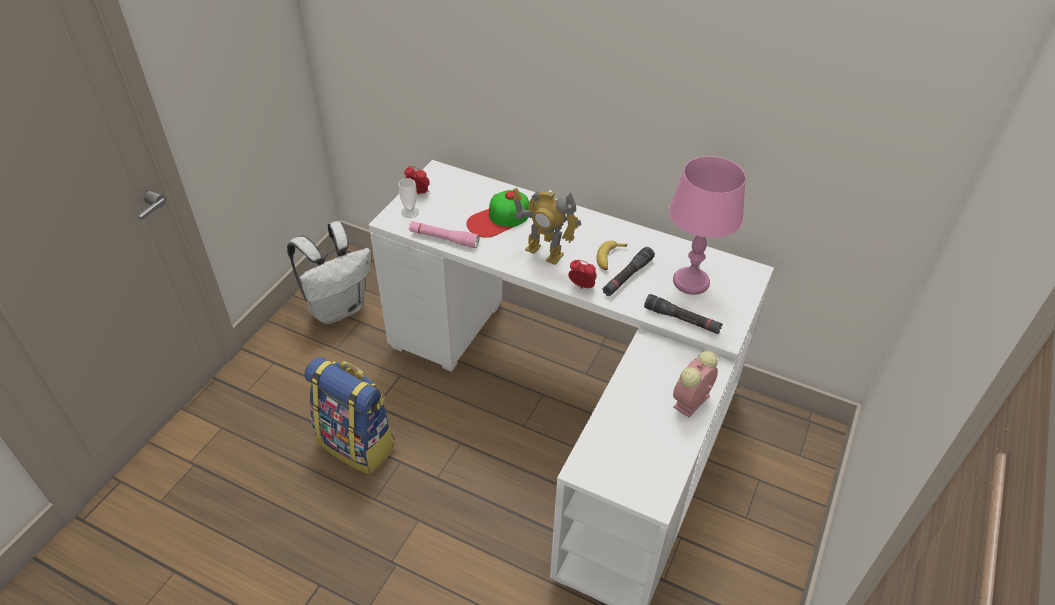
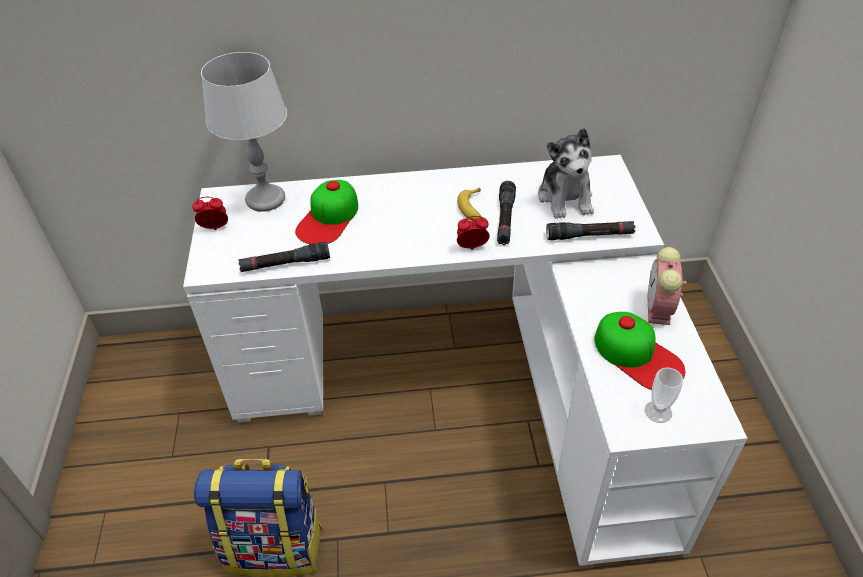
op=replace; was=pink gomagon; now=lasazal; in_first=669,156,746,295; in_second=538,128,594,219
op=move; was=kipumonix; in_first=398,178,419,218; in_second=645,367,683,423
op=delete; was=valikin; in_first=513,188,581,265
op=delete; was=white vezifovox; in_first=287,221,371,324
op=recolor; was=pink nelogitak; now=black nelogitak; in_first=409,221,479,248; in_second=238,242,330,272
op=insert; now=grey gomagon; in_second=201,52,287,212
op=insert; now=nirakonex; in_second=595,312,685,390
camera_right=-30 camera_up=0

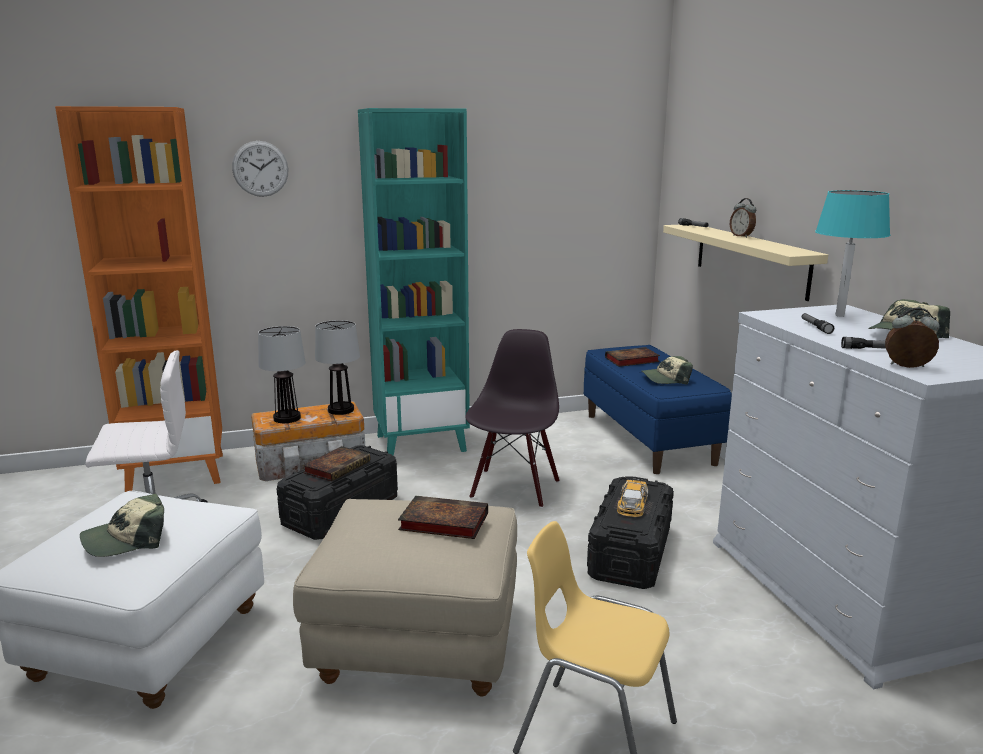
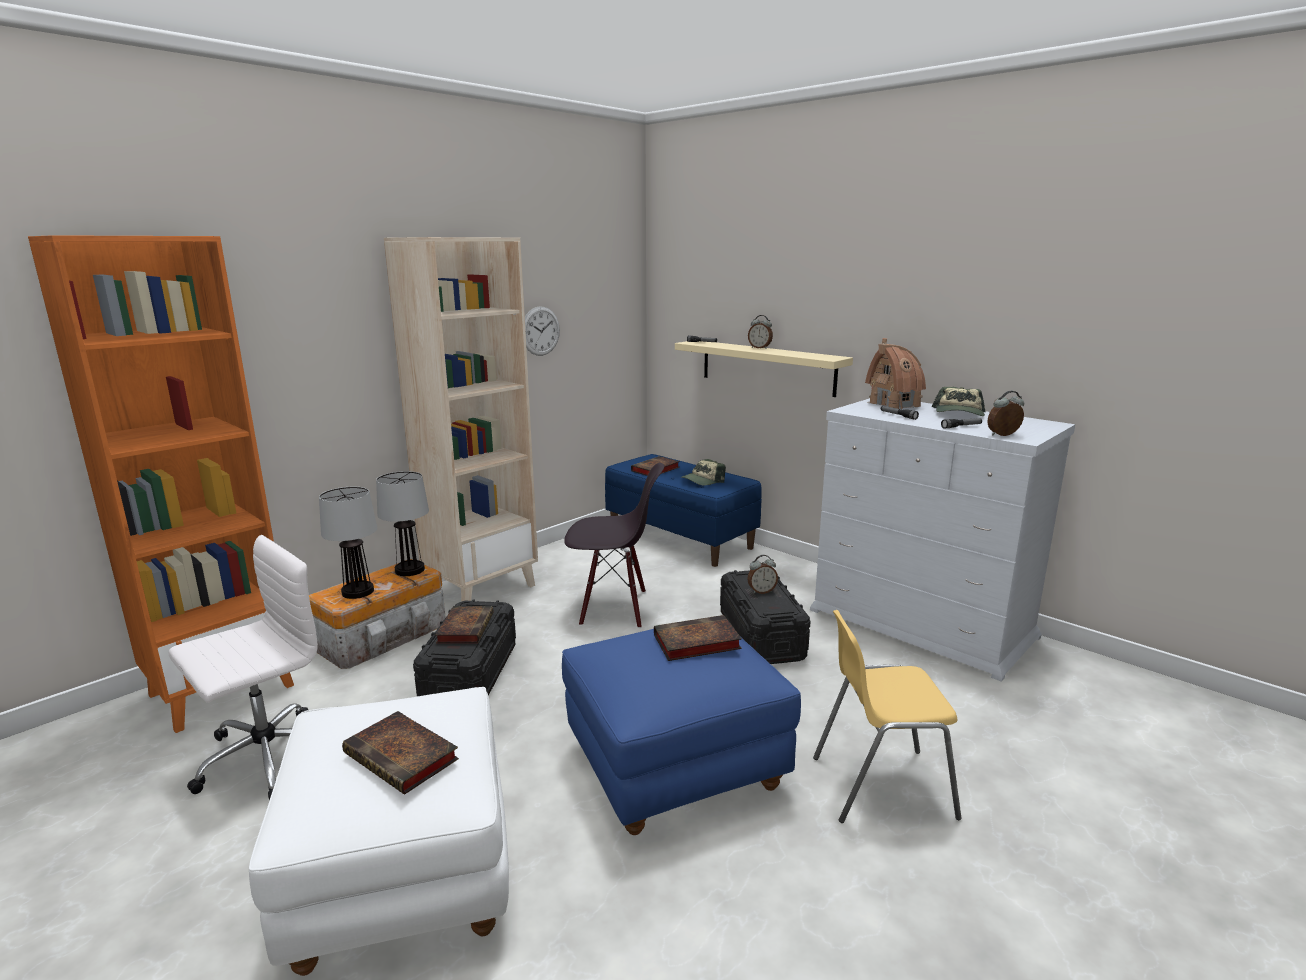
op=recolor; was=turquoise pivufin; now=beige pivufin; in_first=358,108,470,456; in_second=384,237,538,602
op=move; was=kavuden; in_first=232,141,289,197; in_second=525,306,560,356
op=replace; was=turquoise gomagon; now=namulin; in_first=815,190,890,317; in_second=865,338,926,409
op=rotate; was=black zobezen; in_first=466,329,560,508; in_second=564,463,664,628; clockwise=105
op=replace; was=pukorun; now=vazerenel; in_first=617,476,648,517; in_second=747,555,778,594
op=replace; was=nirakonex; now=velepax; in_first=80,494,164,557; in_second=342,711,459,795
op=recolor; was=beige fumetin; now=blue fumetin; in_first=293,499,517,696; in_second=562,629,801,835
camera_right=-30 camera_up=0

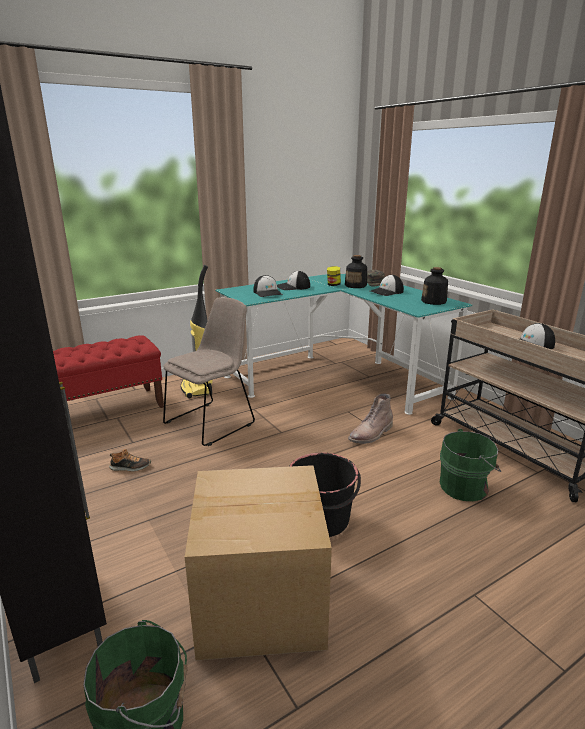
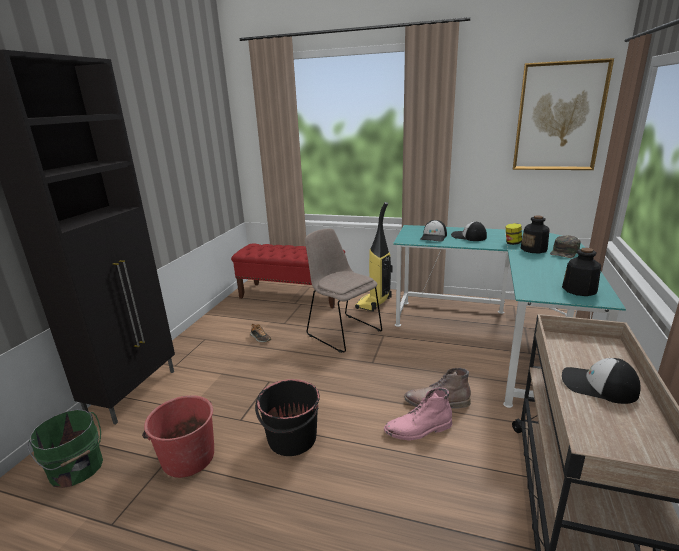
op=delete; was=nirakonex; in_first=370,275,404,296
op=rotate; was=beige zobezen; in_first=163,297,255,446; in_second=305,229,382,353; clockwise=-135
op=delete; was=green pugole; in_first=440,429,501,501
op=replace; was=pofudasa; now=red pugole; in_first=185,465,332,661; in_second=142,395,214,478
op=insert; now=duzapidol; in_second=513,58,614,170
op=insert; now=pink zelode; in_second=384,387,452,440
camera_right=50 camera_up=0

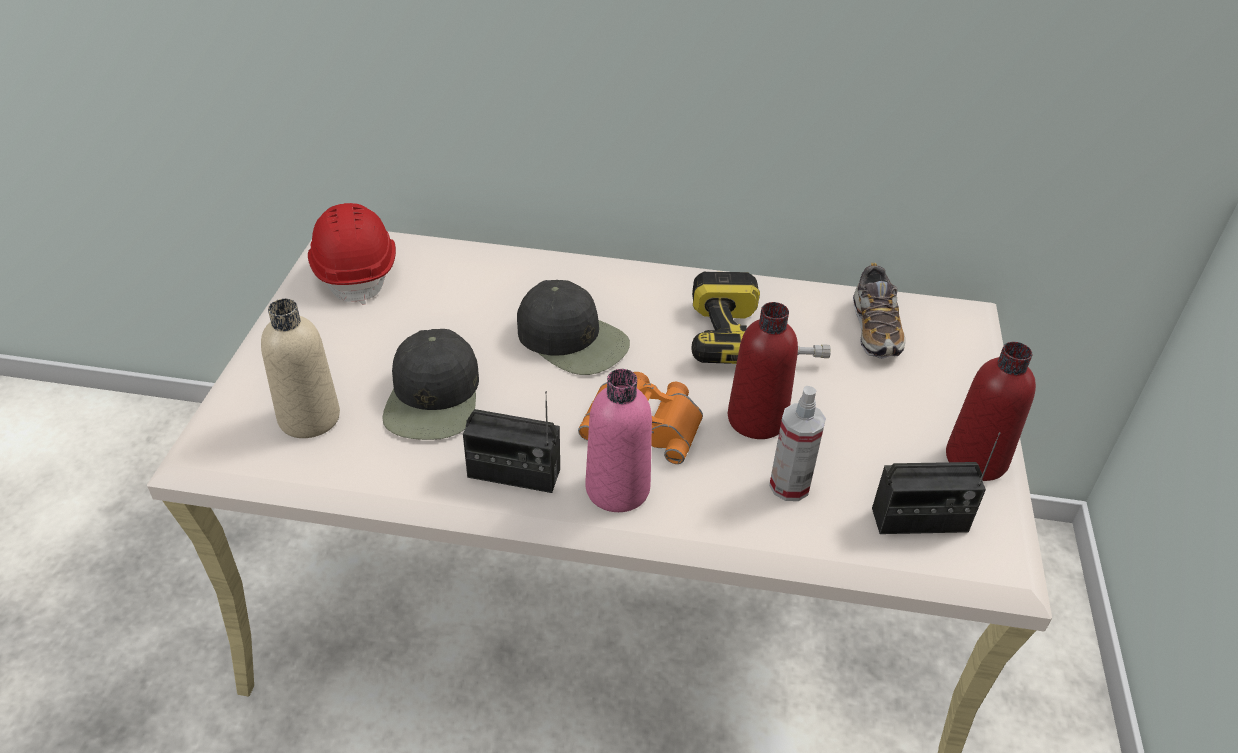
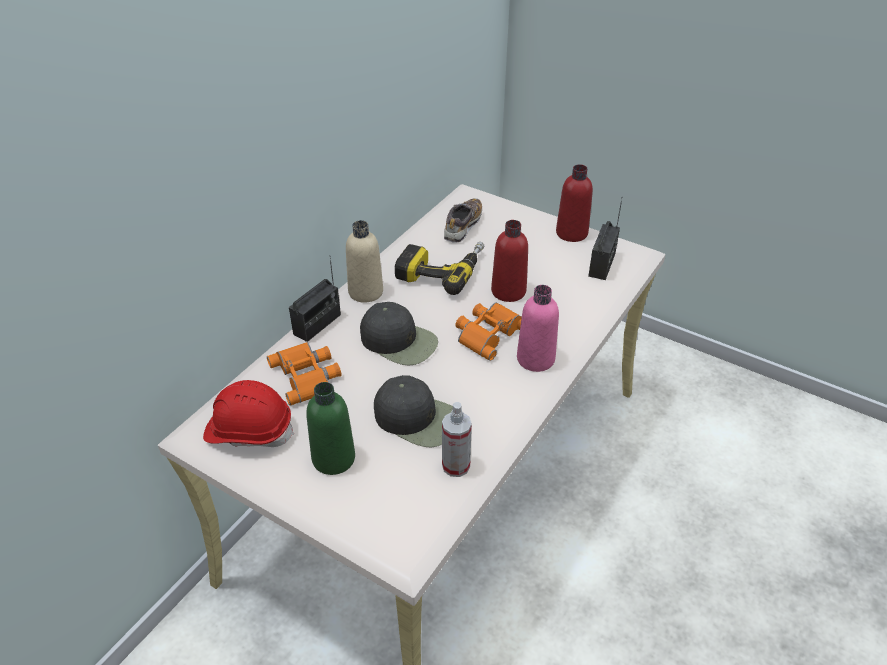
op=rotate; was=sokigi; in_first=853,263,905,359; in_second=444,198,482,243; clockwise=-90
op=rotate; was=black nirakonex; in_first=517,280,630,375; in_second=360,302,438,366; clockwise=60
op=move; was=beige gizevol; in_first=261,299,340,438; in_second=346,220,383,303
op=move; was=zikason; in_first=769,386,826,501; in_second=442,402,472,477
op=move; was=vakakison; in_first=463,391,560,493; in_second=289,255,341,342
op=insert; now=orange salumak; in_second=267,342,342,406
op=insert; now=green gizevol; in_second=306,382,355,475
camera_right=-65 camera_up=0

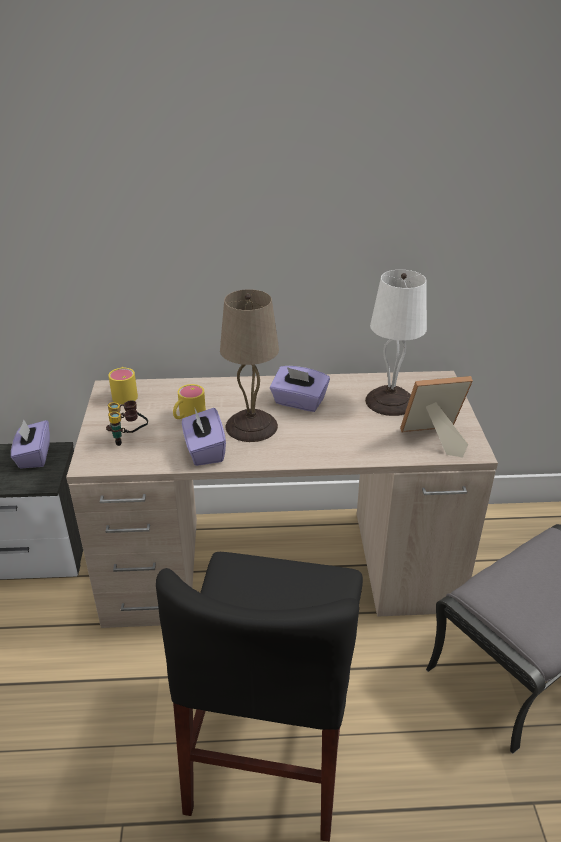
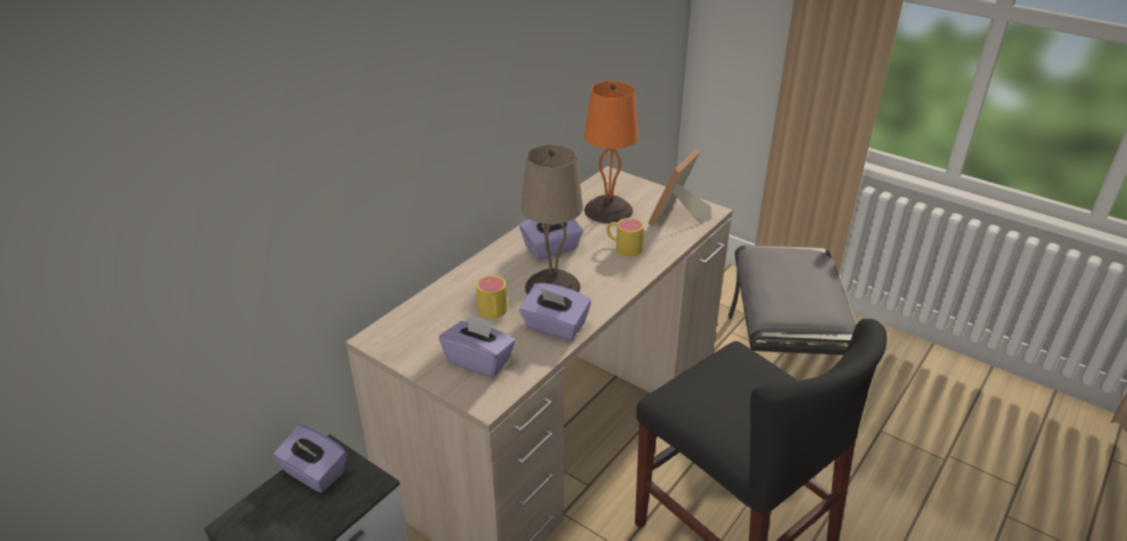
op=recolor; was=white gomagon; now=orange gomagon; in_first=365,270,427,416; in_second=584,81,638,223
op=move; was=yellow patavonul; in_first=108,367,138,404; in_second=606,218,644,257
op=replace; was=salumak; now=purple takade; in_first=106,400,148,446; in_second=439,313,516,378
camera_right=-50 camera_up=0

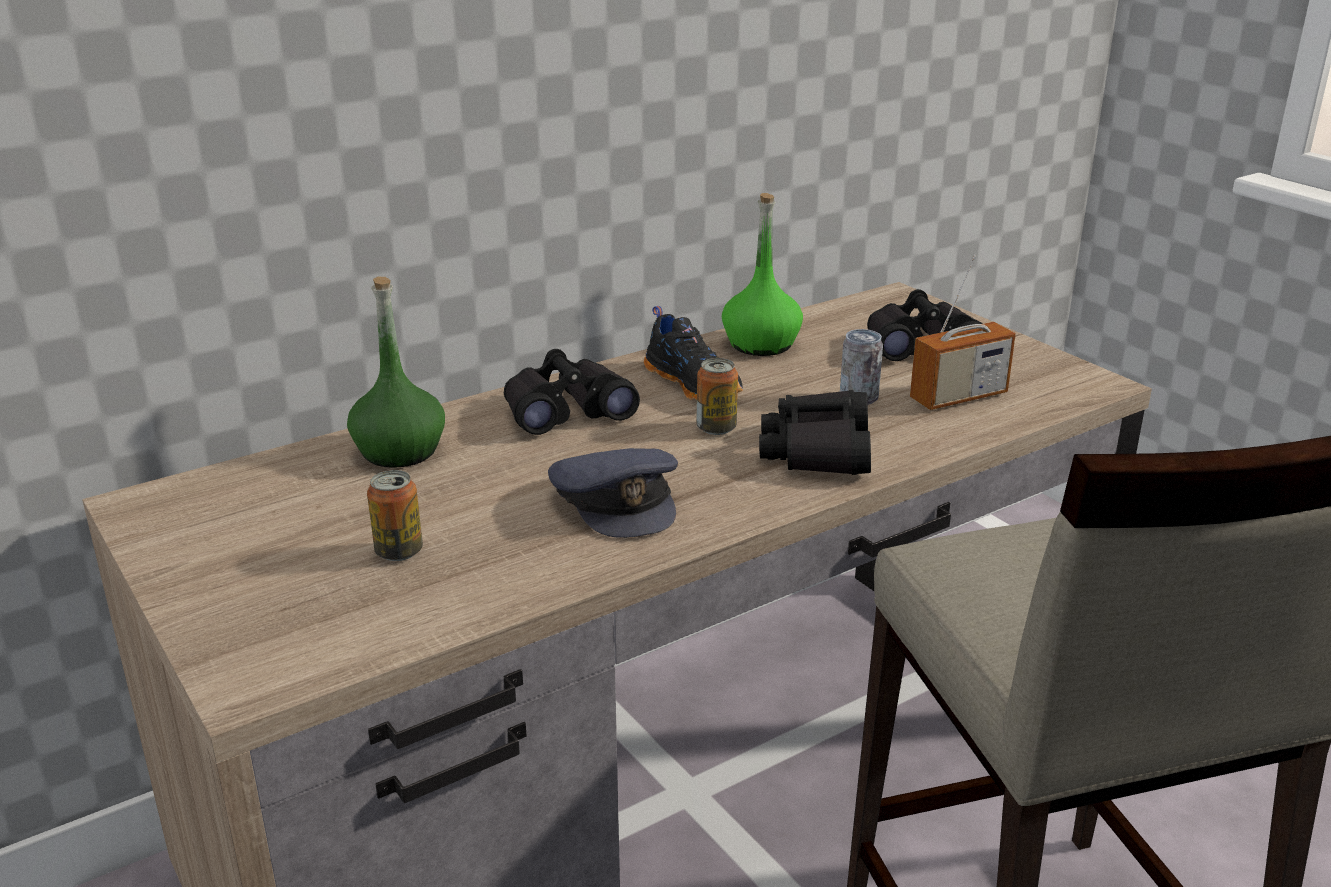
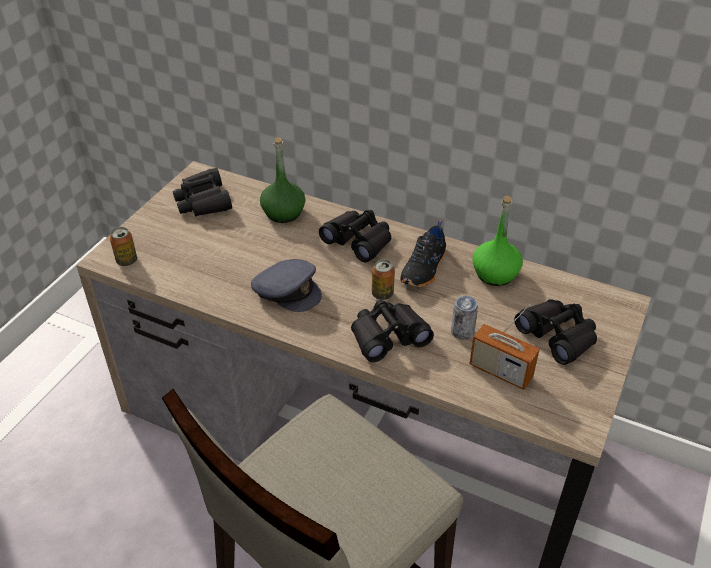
op=rotate; was=grey nirakonex; in_first=548,448,678,538; in_second=251,259,322,312; clockwise=-90
op=move; was=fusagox; in_first=367,470,423,561; in_second=110,227,137,266
op=insert; now=black salumak; in_second=172,168,232,217
camera_right=60 camera_up=15

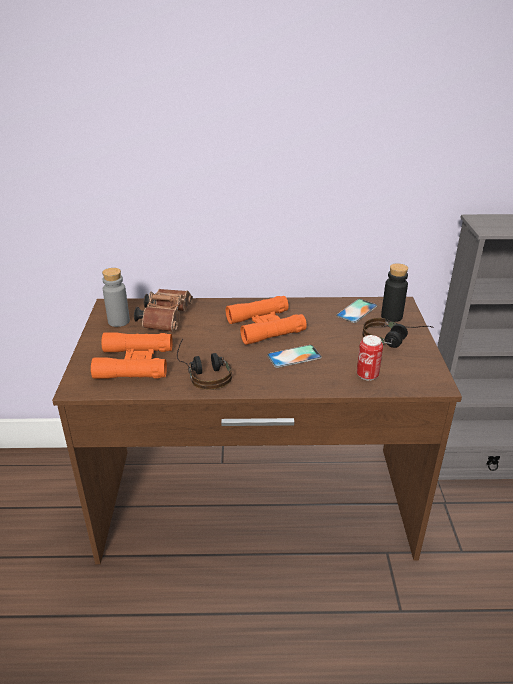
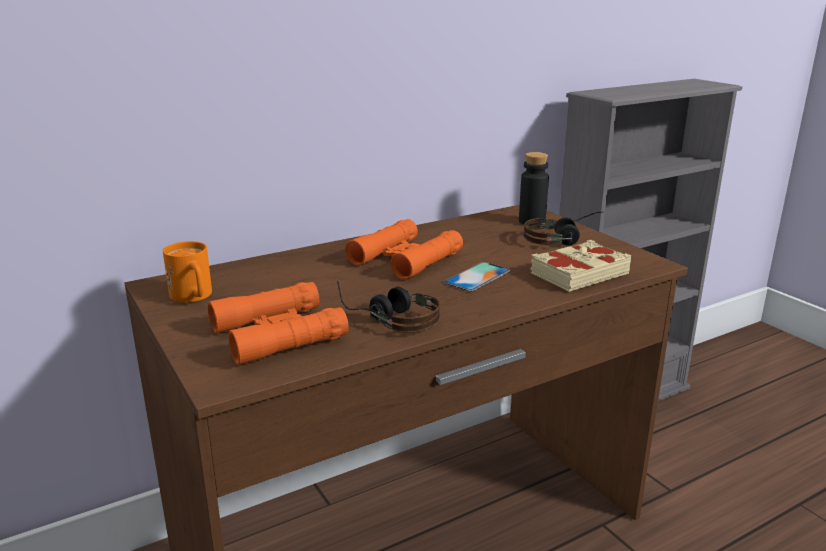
op=replace; was=grey gizevol; now=orange patavonul; in_first=102,268,130,327; in_second=163,241,212,303
op=delete; was=brown salumak; in_first=134,289,193,332
op=delete; was=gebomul; in_first=336,299,377,323
op=replace; was=fusagox; now=beige velepax; in_first=357,335,383,381; in_second=530,240,632,292
camera_right=-30 camera_up=-10

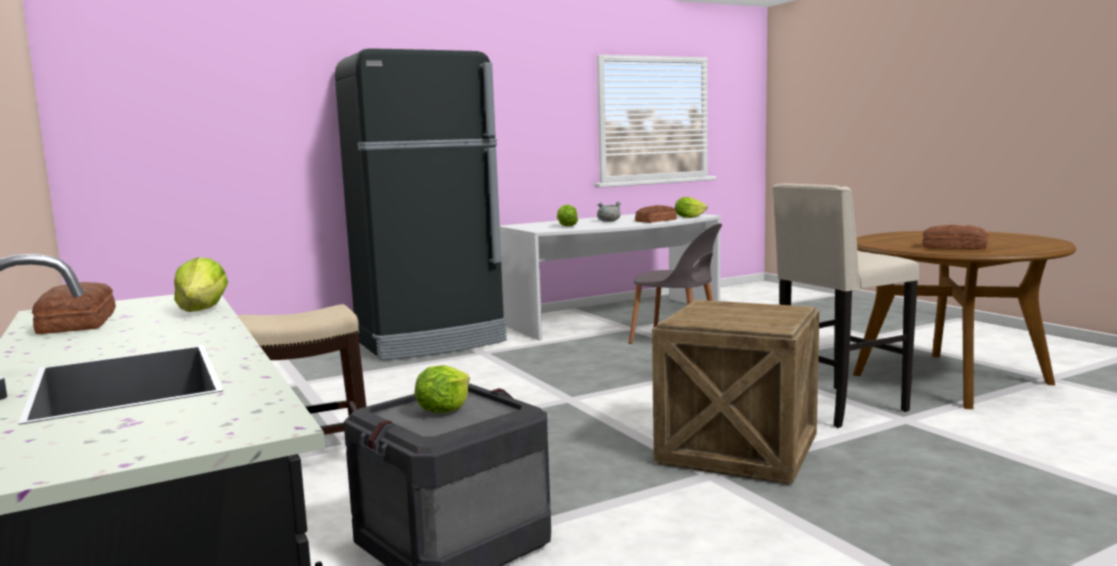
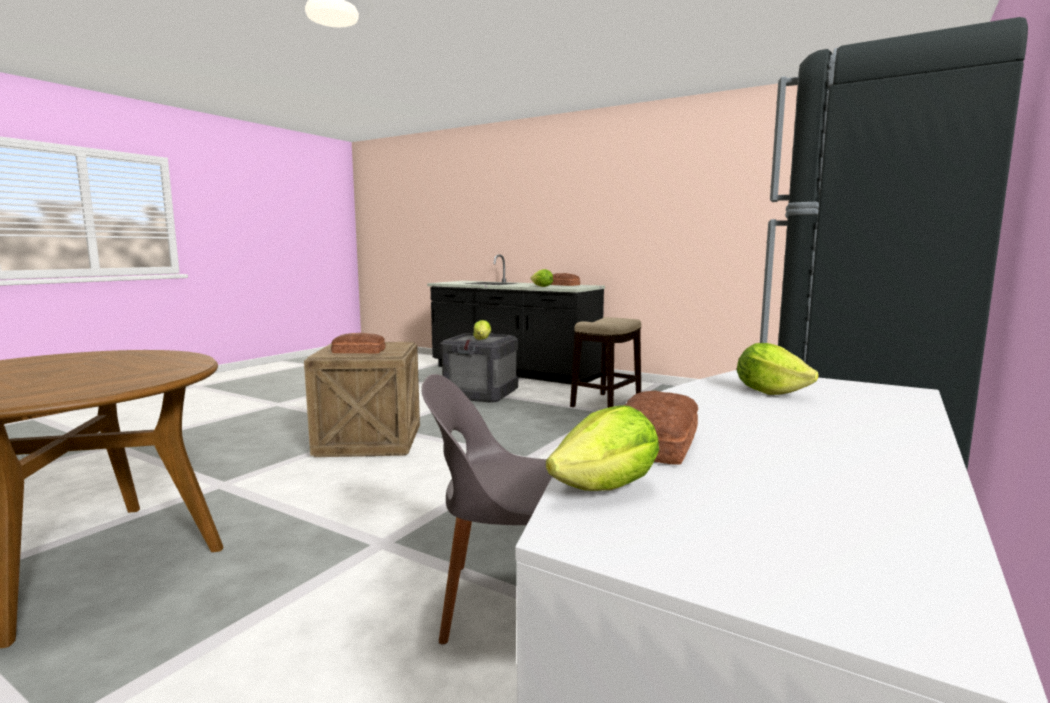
op=delete; was=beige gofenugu; in_first=773,184,919,428
op=delete; was=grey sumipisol; in_first=597,202,621,222
op=move; was=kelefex; in_first=922,225,989,250; in_second=331,333,386,353
camera_right=150 camera_up=0

